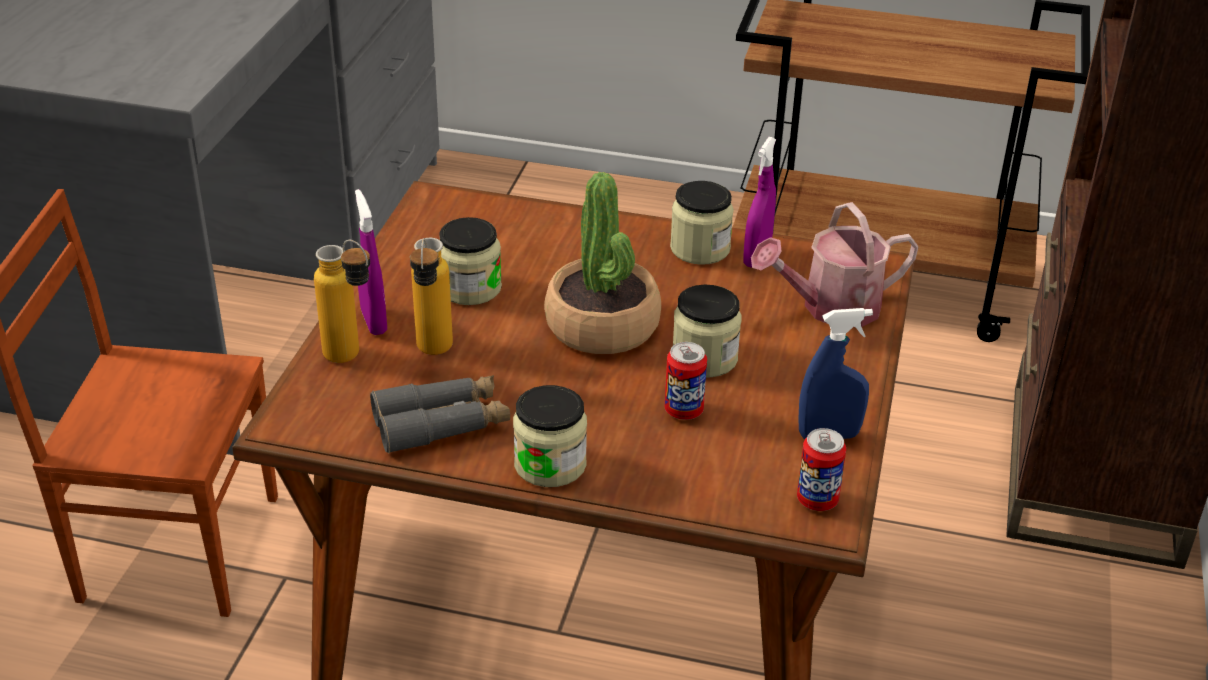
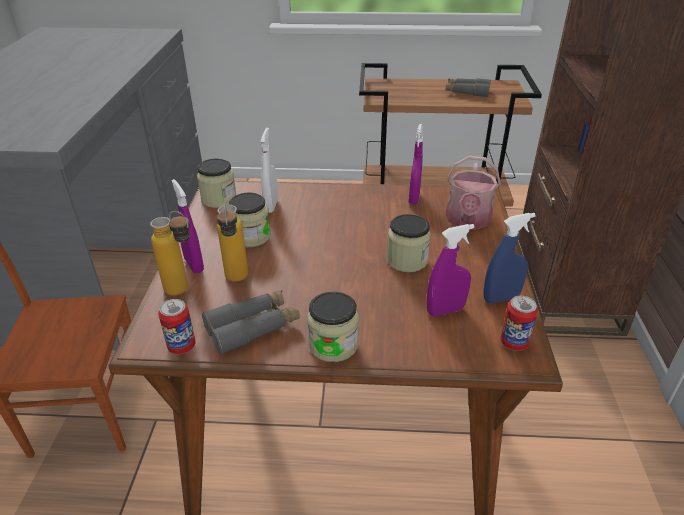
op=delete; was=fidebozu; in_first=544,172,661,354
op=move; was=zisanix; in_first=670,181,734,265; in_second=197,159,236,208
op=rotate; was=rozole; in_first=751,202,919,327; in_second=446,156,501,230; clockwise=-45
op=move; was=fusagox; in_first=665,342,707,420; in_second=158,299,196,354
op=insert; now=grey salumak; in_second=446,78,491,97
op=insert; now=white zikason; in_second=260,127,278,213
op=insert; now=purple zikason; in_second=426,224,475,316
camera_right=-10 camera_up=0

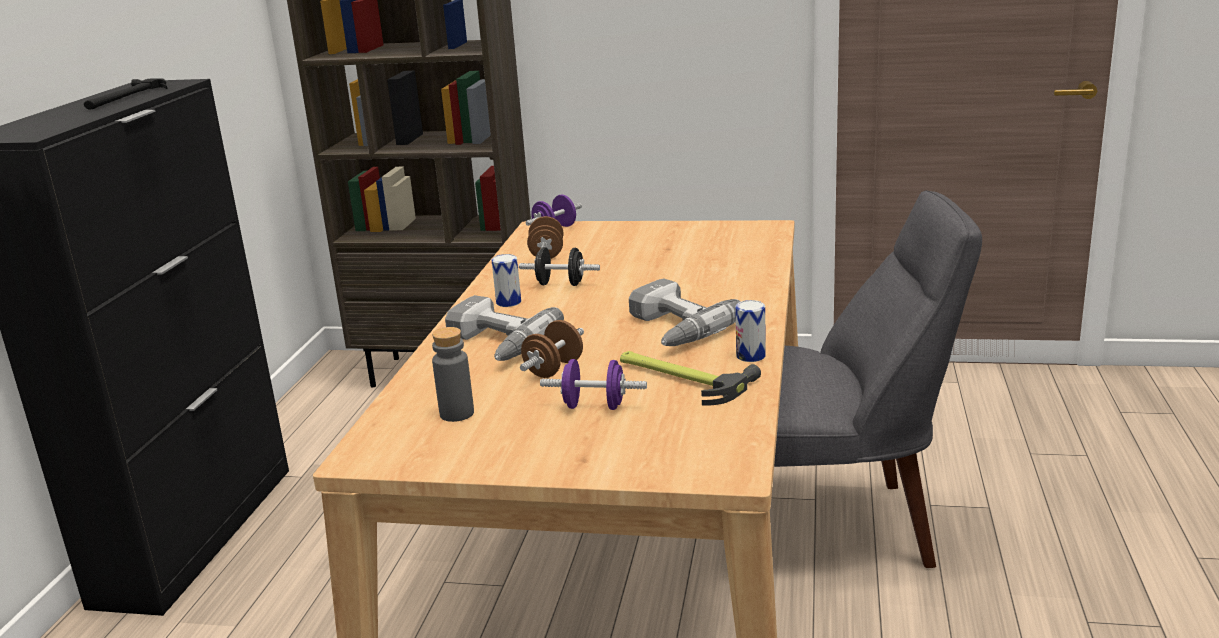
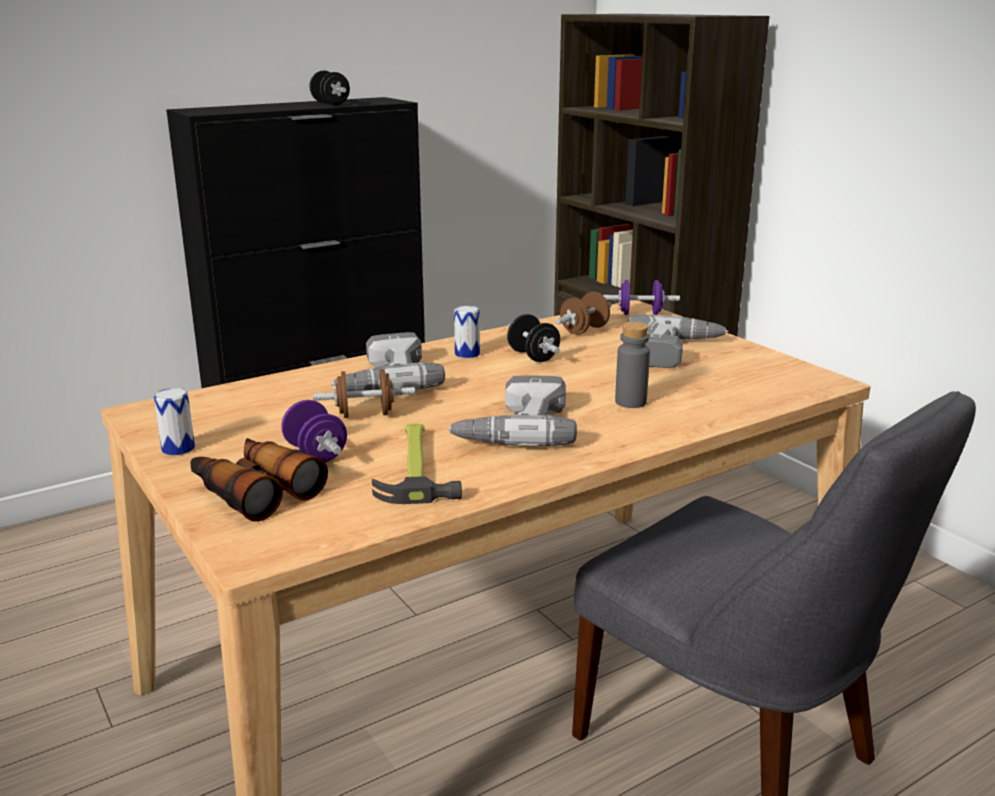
op=replace; was=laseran; now=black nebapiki; in_first=84,78,167,110; in_second=309,70,350,105
op=move; was=fusagox; in_first=735,300,766,362; in_second=154,388,195,456
op=move; was=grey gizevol; in_first=432,327,474,422; in_second=615,322,650,408
op=insert; now=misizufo; in_second=628,314,728,368
op=insert; now=salumak; in_second=191,438,328,522
camera_right=45 camera_up=0

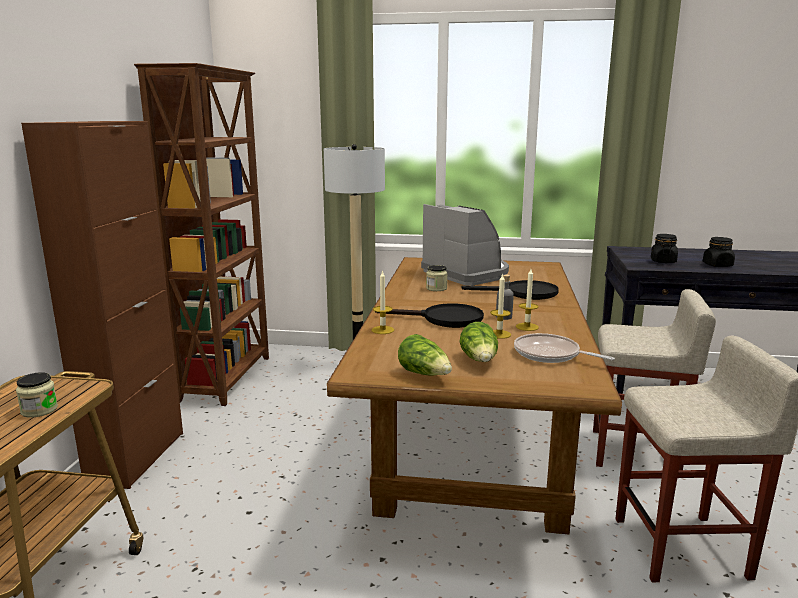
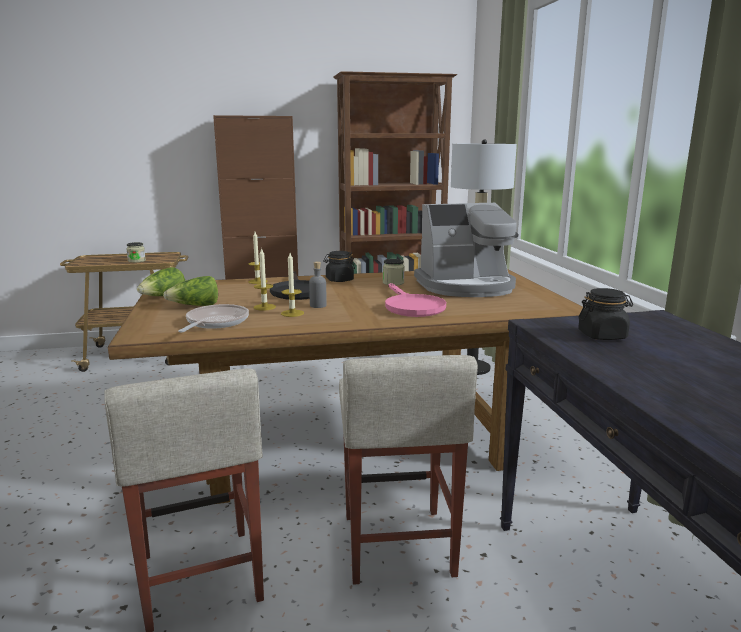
op=rotate; was=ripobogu; in_first=421,204,509,286; in_second=414,203,519,297; clockwise=45
op=move; was=black zisanix; in_first=703,237,735,267; in_second=323,251,355,282
op=recolor; was=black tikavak; now=pink tikavak; in_first=461,280,559,300; in_second=385,283,446,317
camera_right=70 camera_up=0

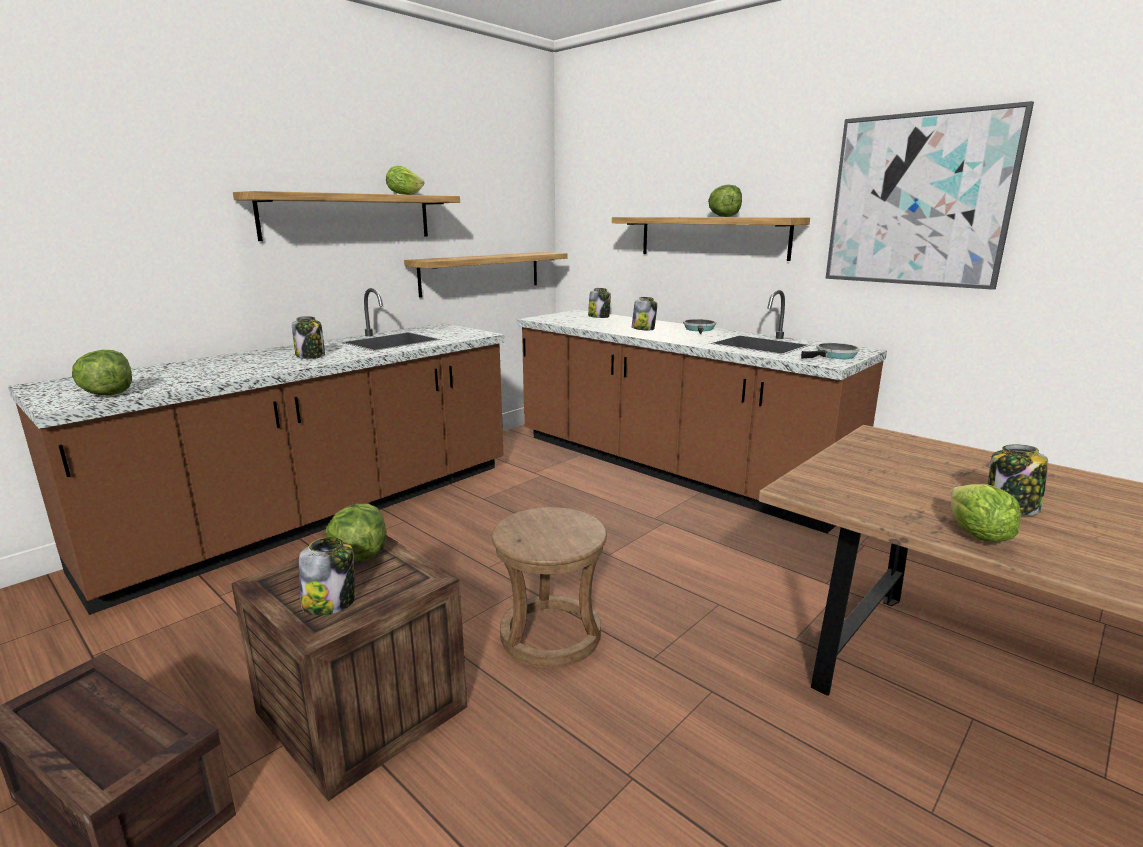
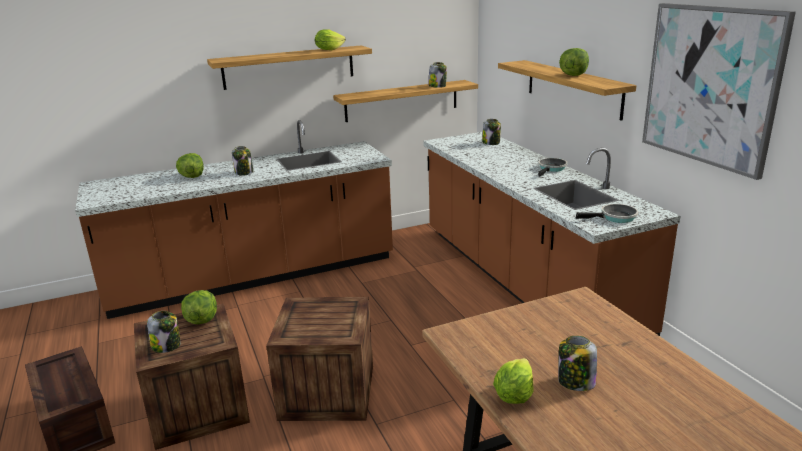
op=move; was=zisanix; in_first=632,297,657,330; in_second=428,62,447,88
op=move; was=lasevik; in_first=72,350,132,395; in_second=176,153,204,178
op=replace; was=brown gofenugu; now=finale; in_first=492,507,607,668; in_second=266,297,373,421
camera_right=25 camera_up=5

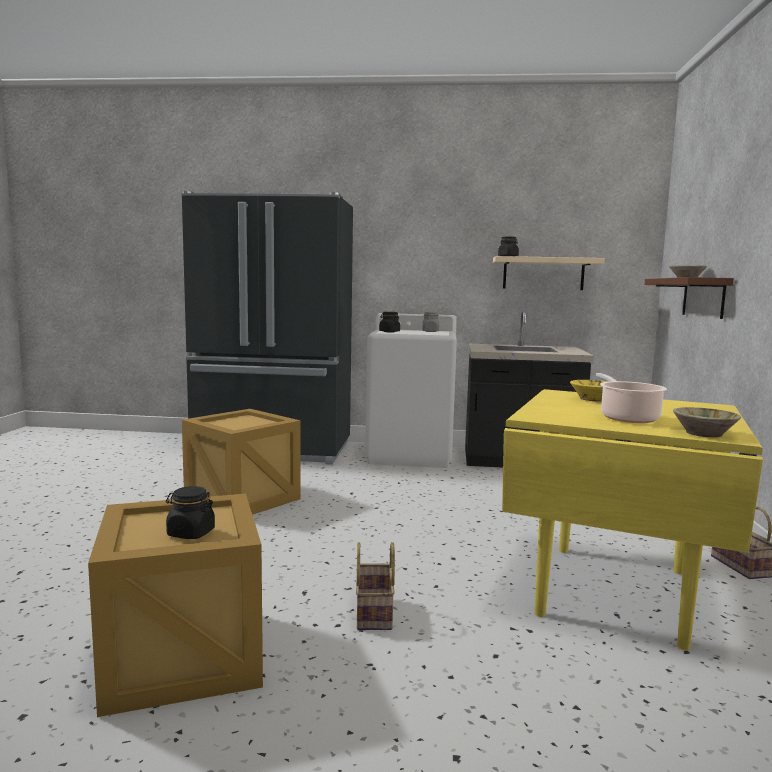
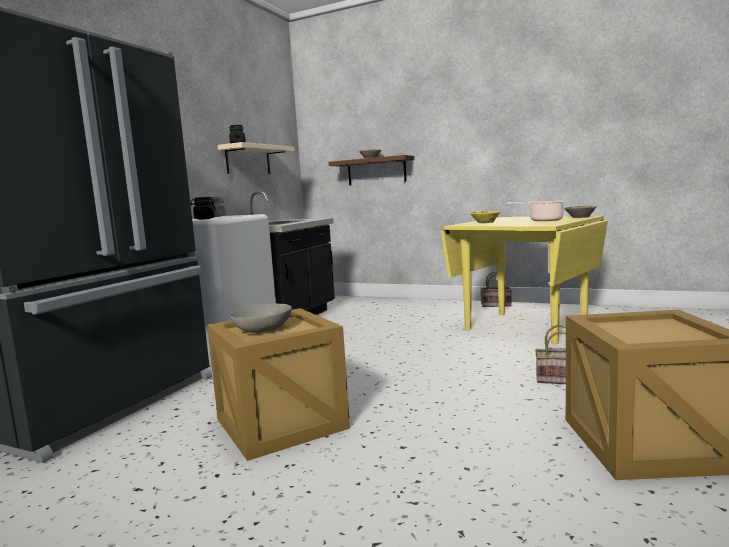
op=delete; was=black zisanix; in_first=166,486,215,539
op=insert; now=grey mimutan; in_second=229,304,292,333
camera_right=-70 camera_up=0

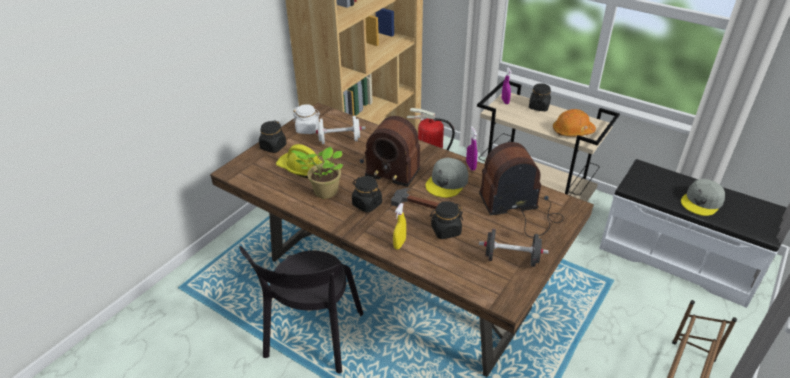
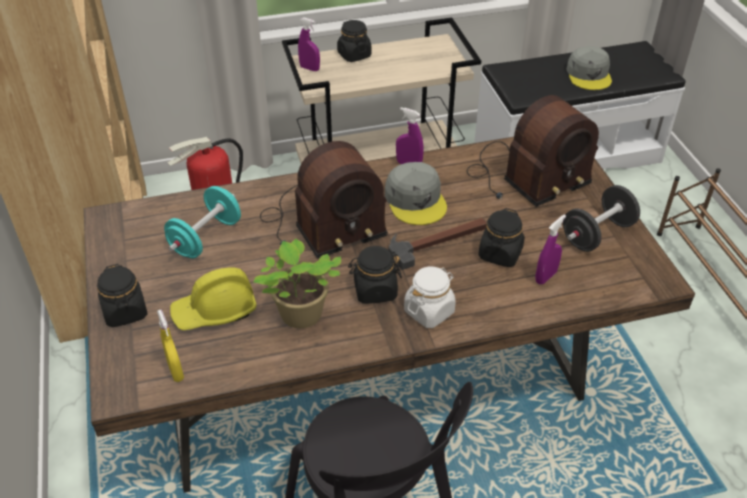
op=move; was=white zisanix; in_first=293,104,320,134; in_second=404,267,456,328
op=delete; was=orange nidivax; in_first=553,109,596,136
op=recolor; was=white nebapiki; now=turquoise nebapiki; in_first=312,116,366,144; in_second=164,186,241,258
op=rotate; was=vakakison; in_first=479,142,564,237; in_second=467,95,599,207; clockwise=-150
op=move; was=yellow zikason; in_first=393,203,406,250; in_second=157,309,184,382
op=insert; now=purple zikason; in_second=535,215,566,284
camera_right=-50 camera_up=5

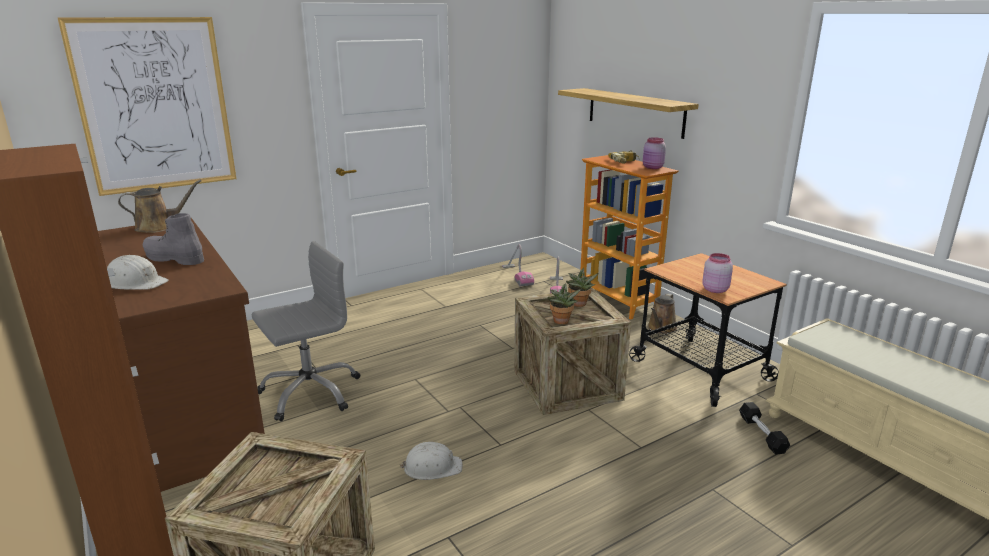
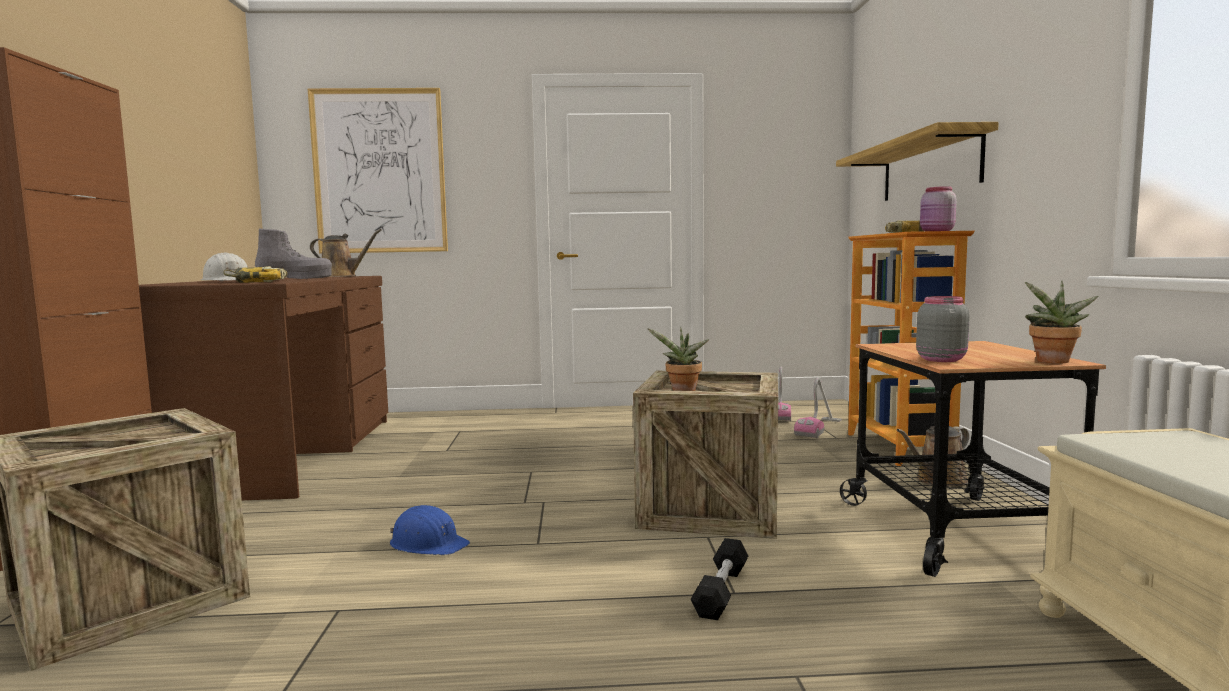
op=rotate; was=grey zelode; in_first=143,213,204,265; in_second=255,228,332,279; clockwise=120
op=delete; was=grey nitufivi; in_first=252,241,360,421
op=recolor; was=pink zisanix; now=grey zisanix; in_first=702,253,733,293; in_second=916,296,970,362
op=move; was=fidebozu; in_first=566,268,599,307; in_second=1025,281,1099,363
op=move; was=black nebapiki; in_first=739,402,790,455; in_second=691,538,748,620
op=recolor; was=white nidivax; now=blue nidivax; in_first=400,442,462,480; in_second=390,505,470,555
op=insert; now=misizufo; in_second=223,266,288,283
camera_right=30 camera_up=-15

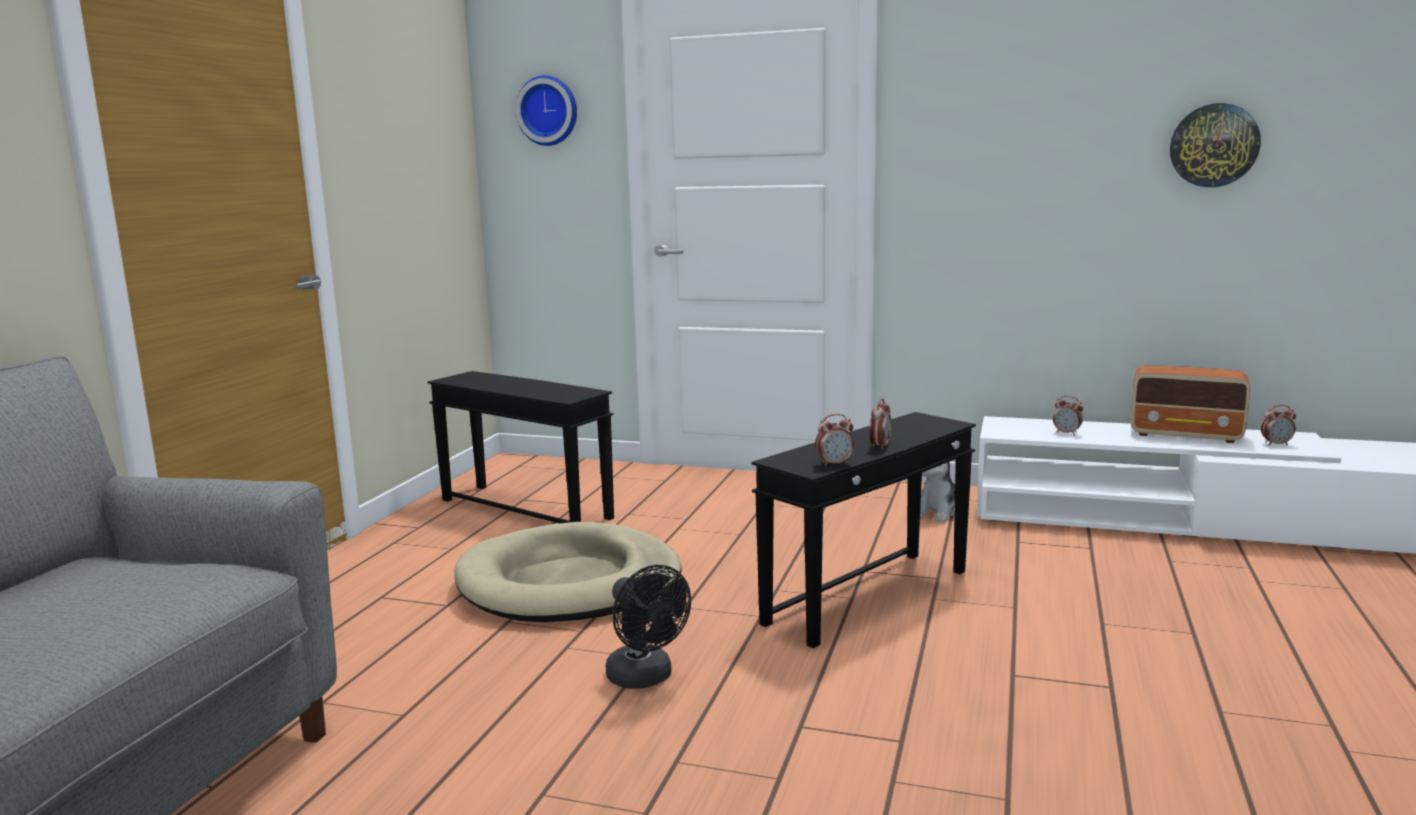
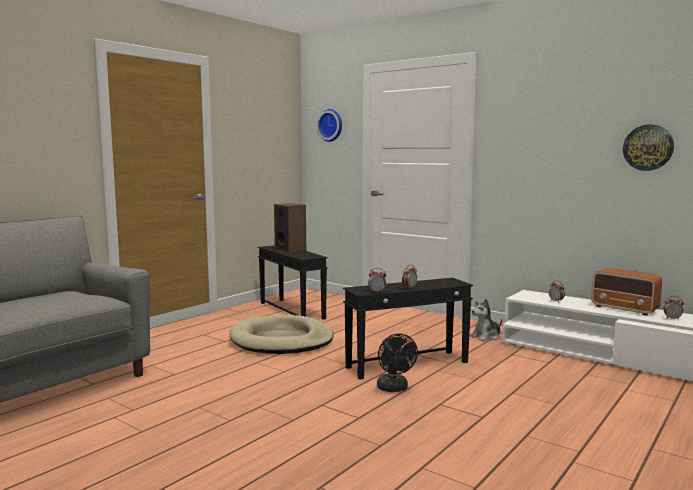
op=move; was=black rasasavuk; in_first=606,565,691,689; in_second=377,333,418,392
op=insert; now=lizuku; in_second=274,203,306,254
camera_right=20 camera_up=-5

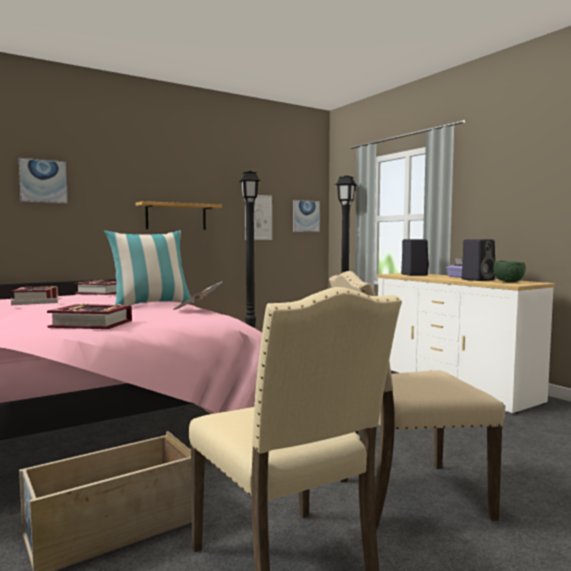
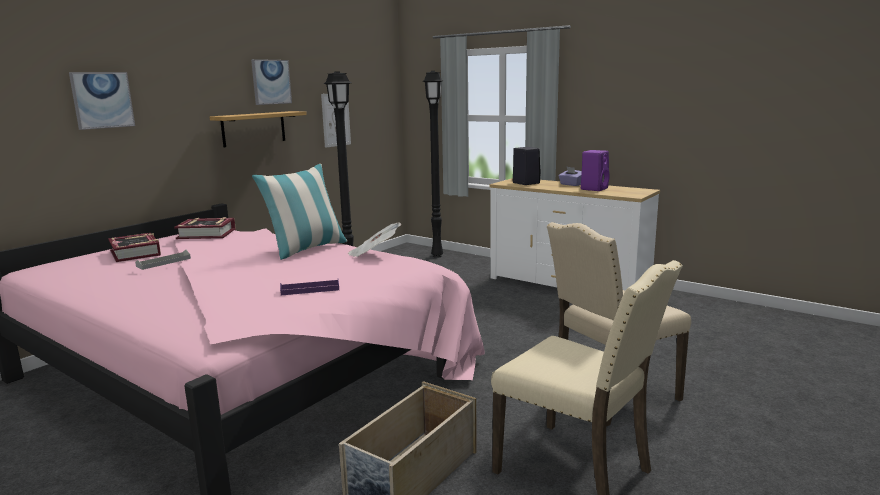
op=move; was=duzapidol; in_first=293,200,320,232; in_second=251,59,292,105
op=recolor; was=black lizuku; now=purple lizuku; in_first=462,239,495,281; in_second=581,150,610,191
op=delete; was=green mimutan; in_first=493,261,526,283
op=replace; was=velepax; now=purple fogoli; in_first=47,304,132,329; in_second=280,280,339,295
camera_right=-20 camera_up=10

